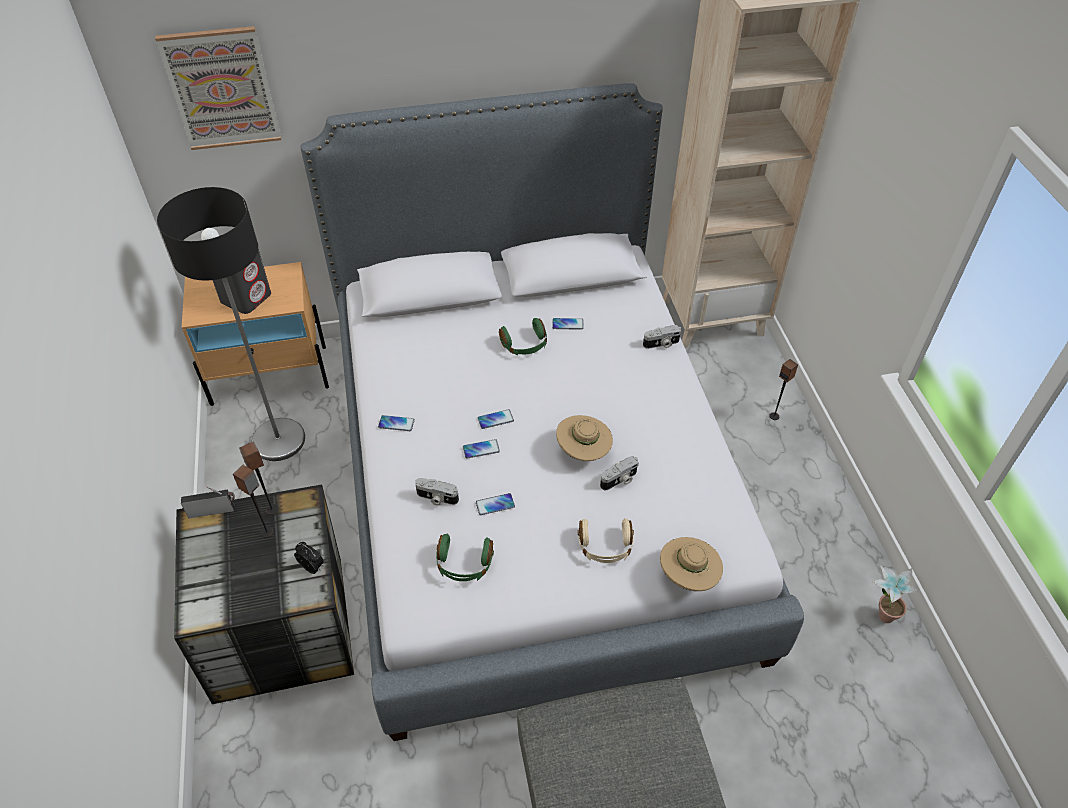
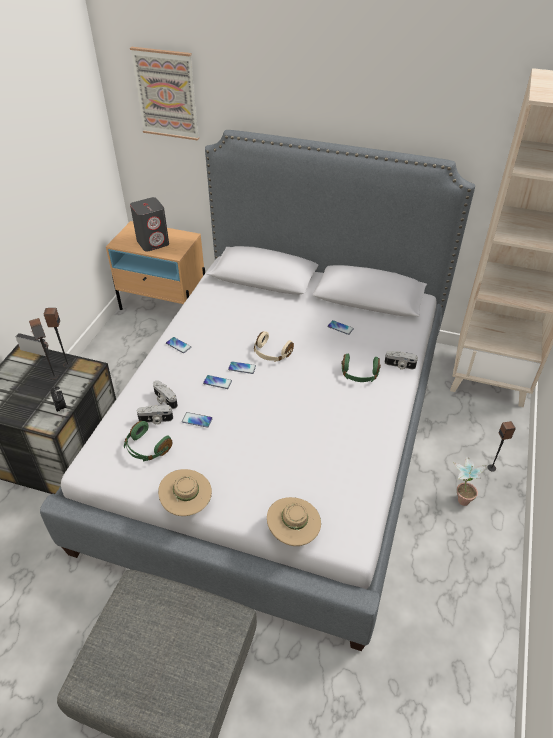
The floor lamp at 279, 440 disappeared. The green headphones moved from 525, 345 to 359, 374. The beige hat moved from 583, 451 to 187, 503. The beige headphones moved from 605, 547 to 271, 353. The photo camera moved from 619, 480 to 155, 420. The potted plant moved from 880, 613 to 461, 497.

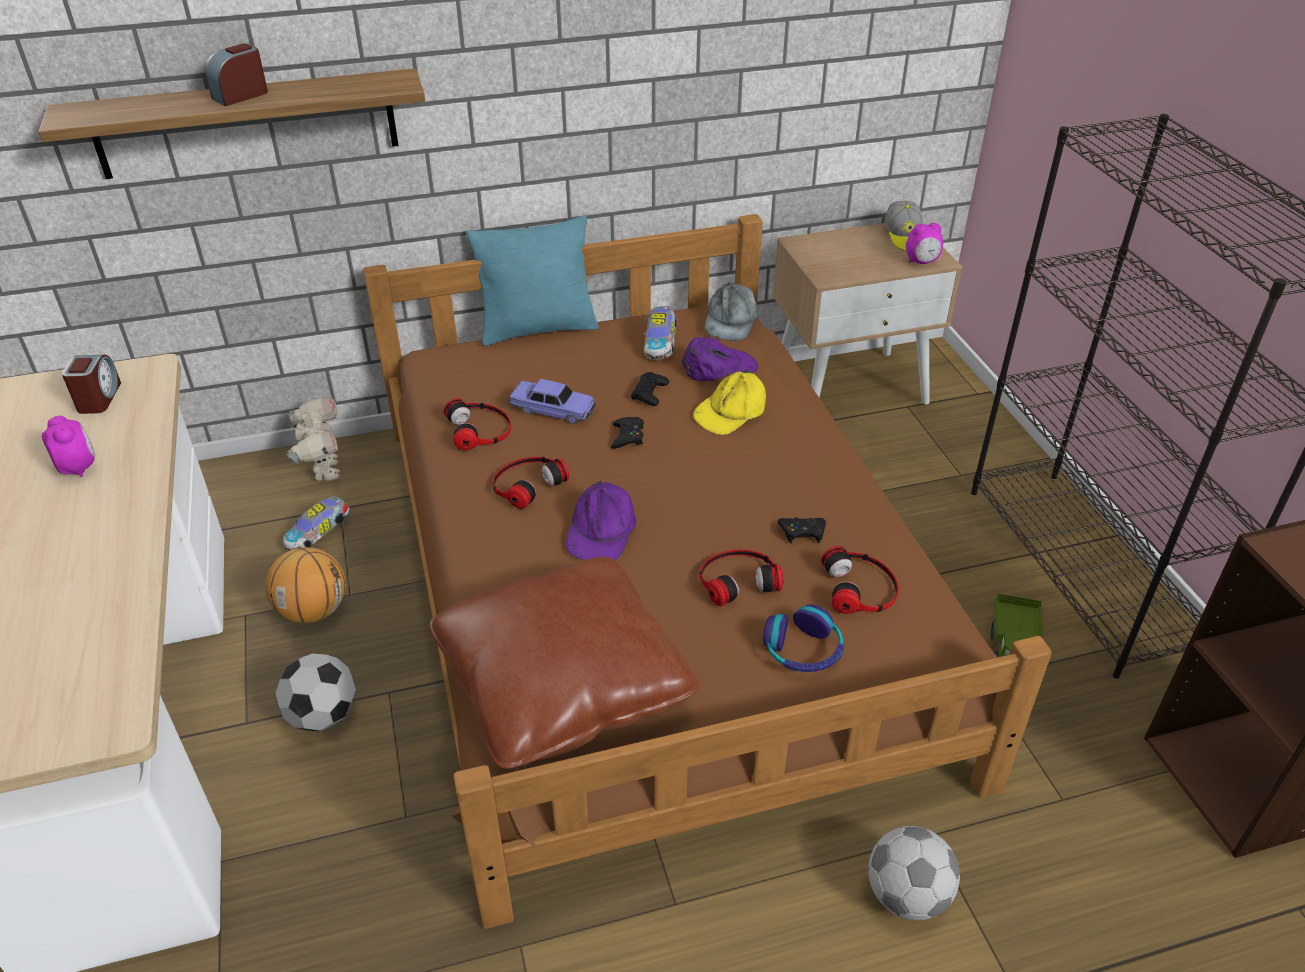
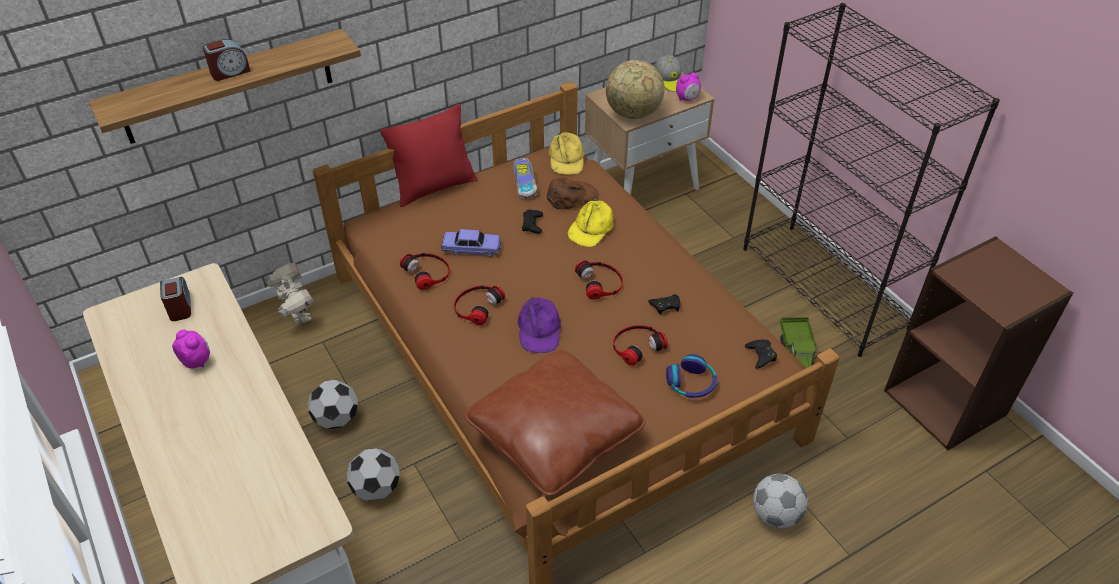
The alarm clock at 241, 95 turned 150 degrees counterclockwise. The basketball at 313, 611 was replaced by the football at 337, 419. The toy car at 319, 533 disappeared. The turquoise pillow at 538, 329 became the red pillow at 434, 187. The black game controller moved from 627, 436 to 761, 355. The purple cap at 719, 367 became the brown cap at 571, 196. The grey cap at 730, 321 became the yellow cap at 566, 159. The headphones moved from 860, 588 to 600, 282. The globe at 633, 114 appeared.

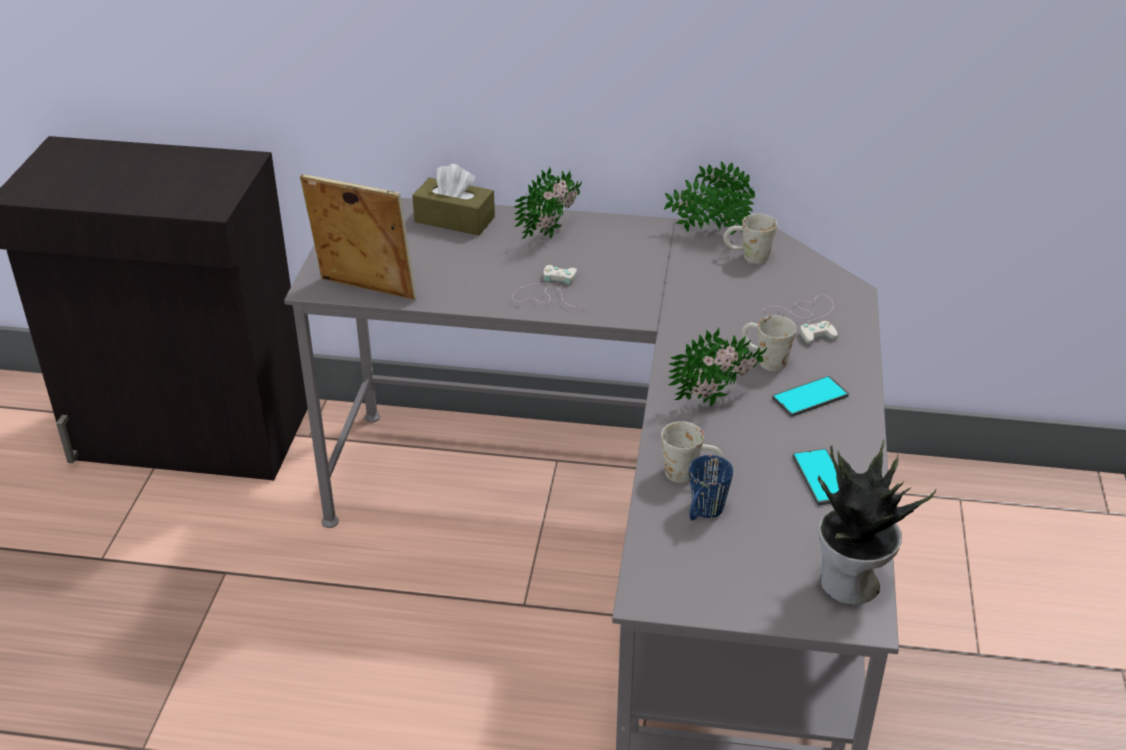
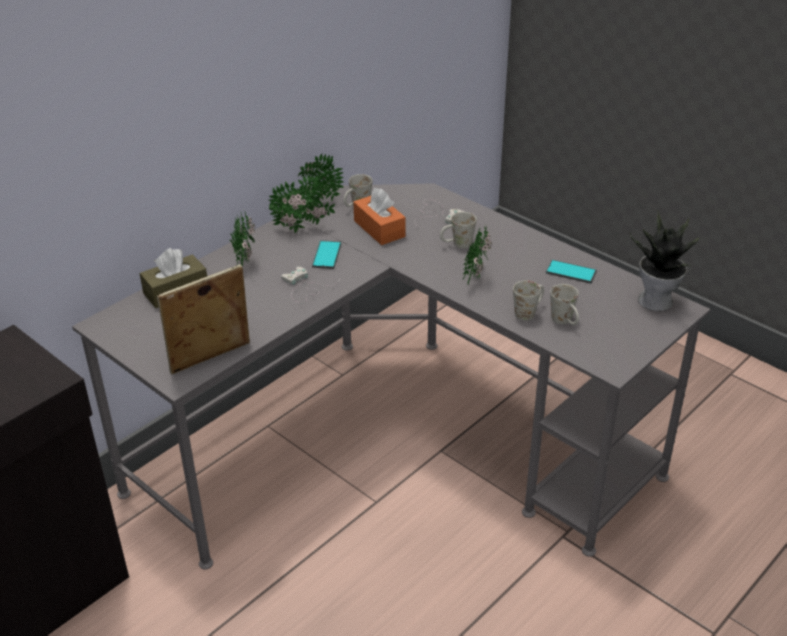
The blue mug at 703, 514 became the white mug at 565, 322. The phone moved from 810, 397 to 326, 255. The potted plant at 302, 230 appeared. The orange tissue box at 379, 229 appeared.

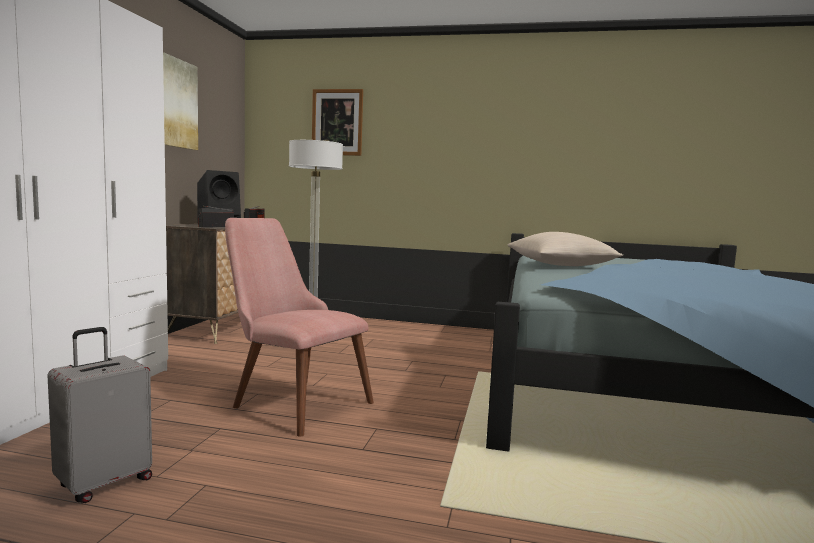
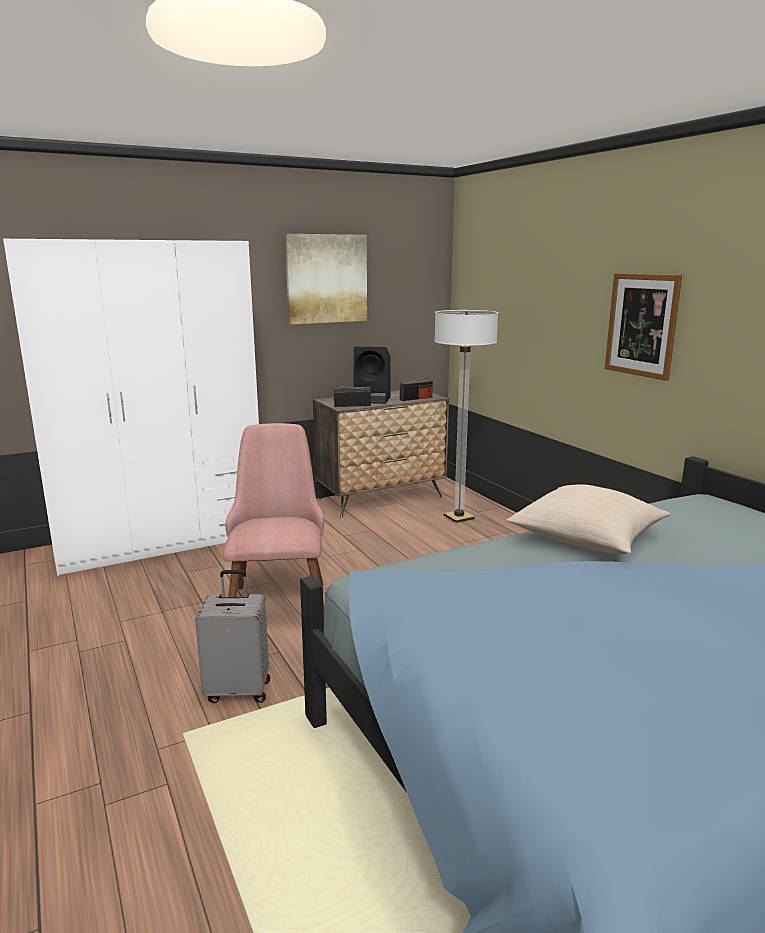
The grey suitcase moved from 104, 483 to 238, 690. The picture moved from 337, 122 to 642, 325.

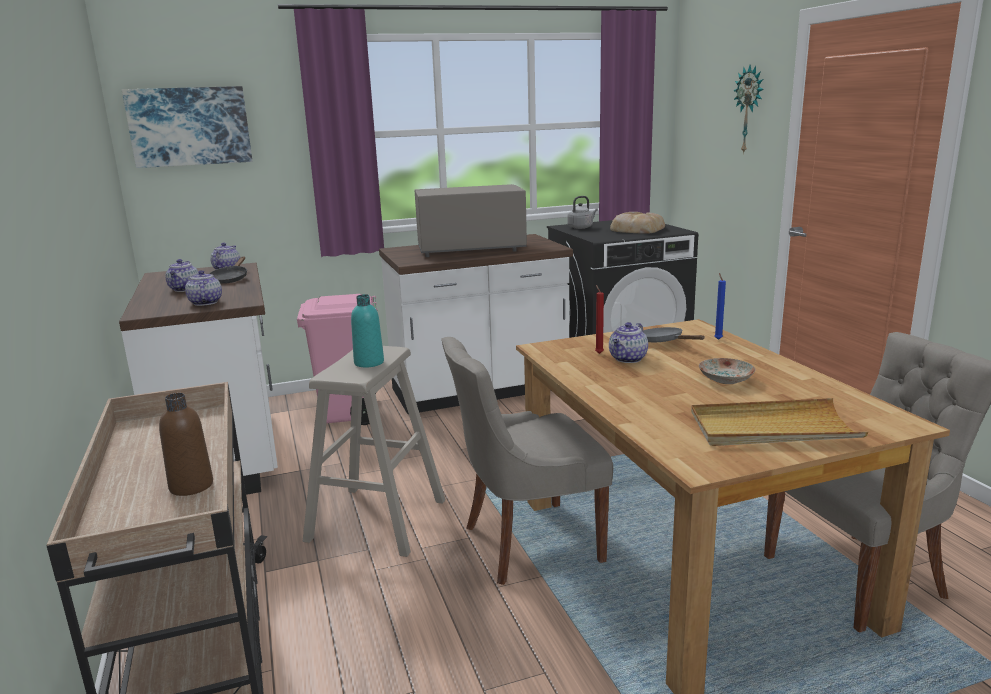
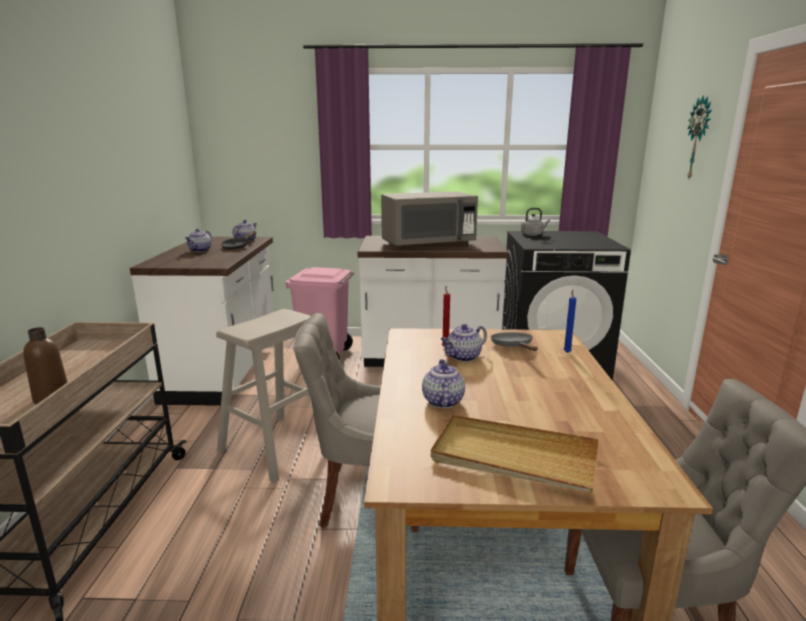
The picture at 189, 126 disappeared. The teapot moved from 205, 302 to 442, 401. The turquoise bottle at 369, 363 disappeared. The grey microwave at 471, 249 turned 150 degrees clockwise. The bread at 636, 229 disappeared. The plate at 725, 380 disappeared.

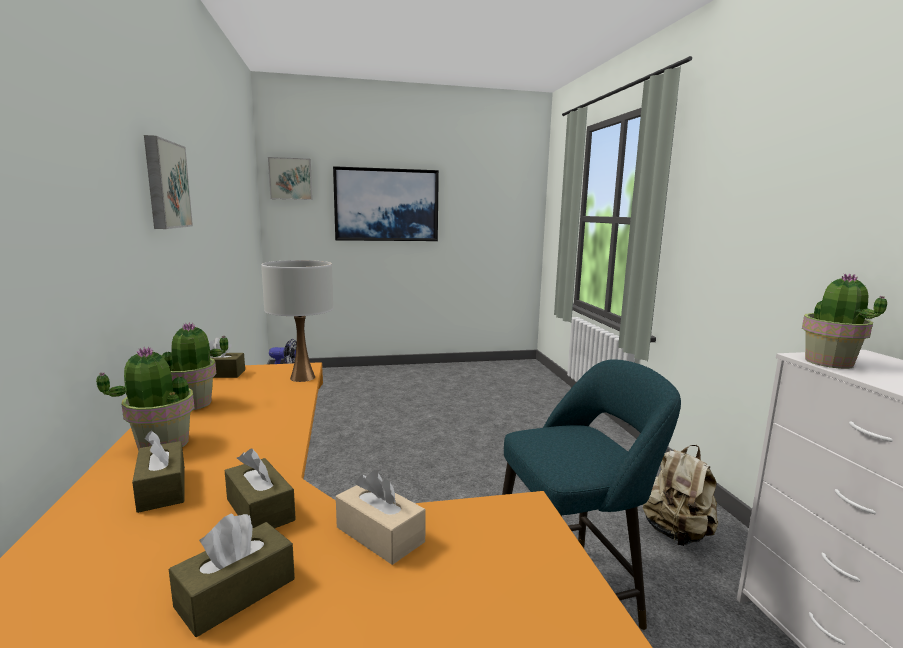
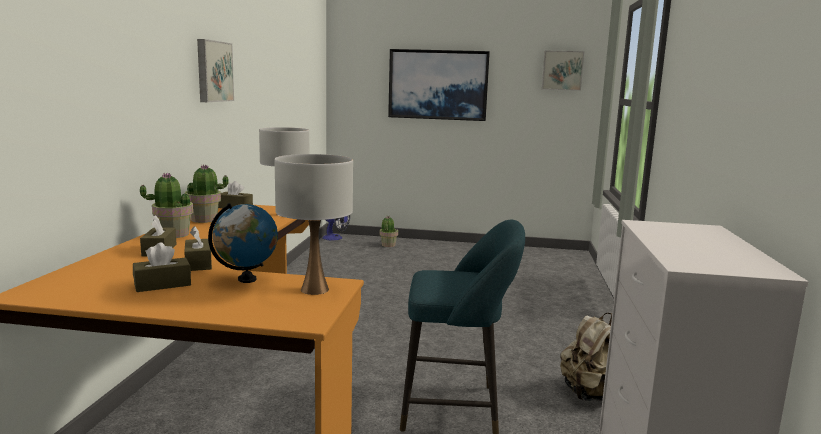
The picture moved from 290, 179 to 562, 70. The beige tissue box at 380, 534 was replaced by the globe at 247, 279. The potted plant moved from 829, 363 to 388, 245. The white table lamp at 315, 290 appeared.

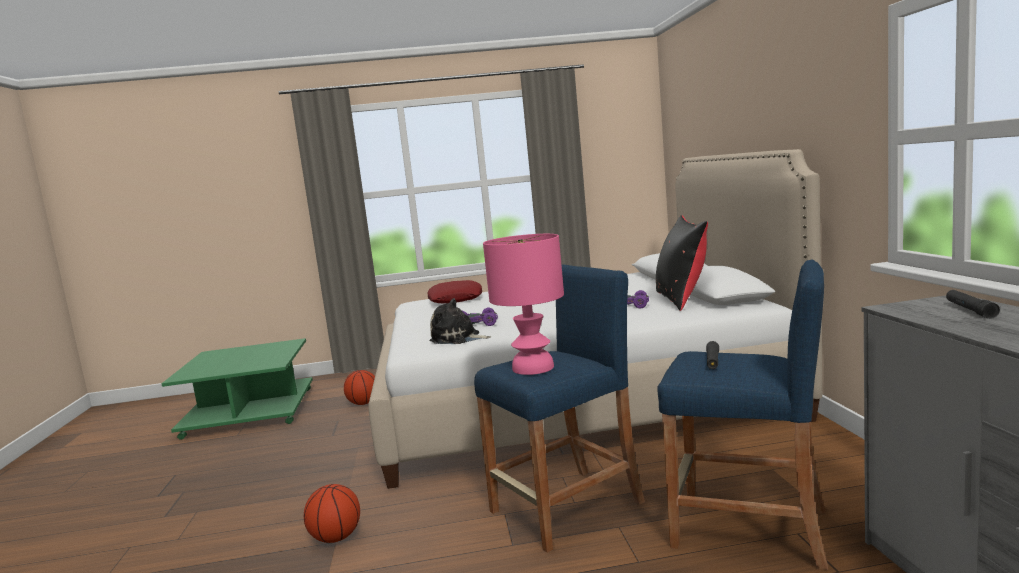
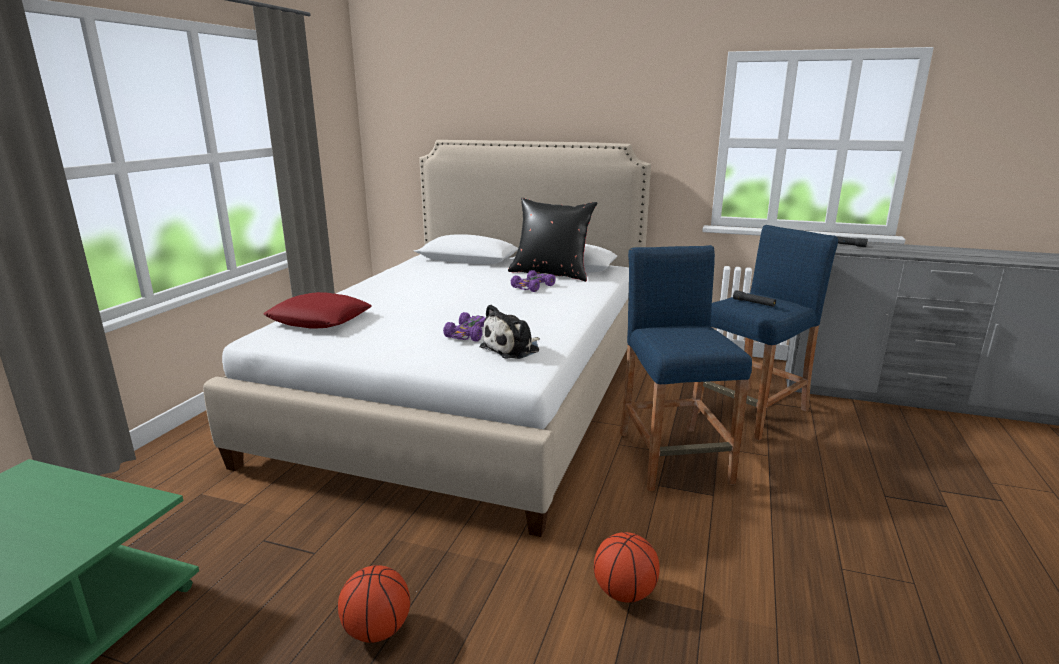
The basketball moved from 363, 403 to 377, 630. The pink table lamp at 534, 368 disappeared.

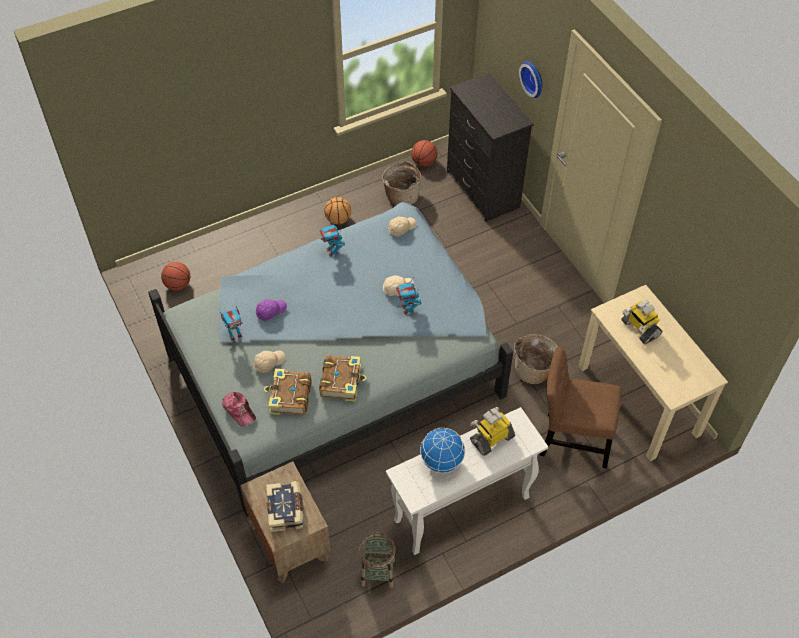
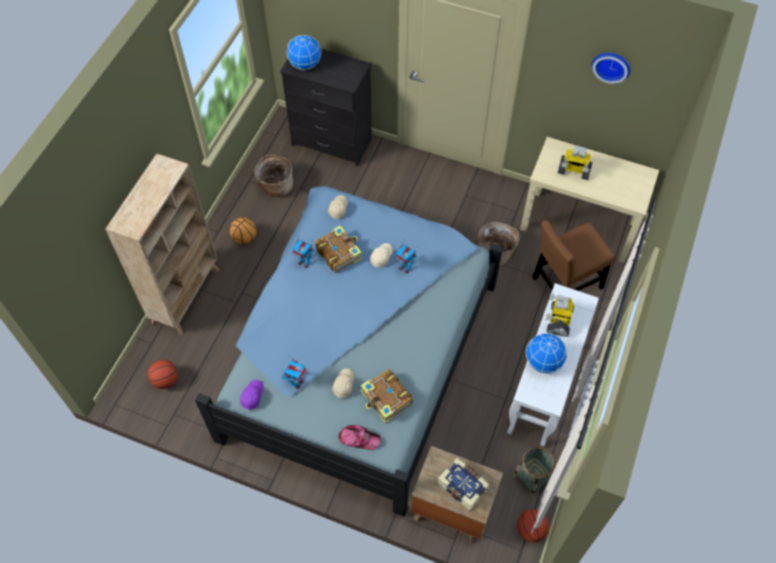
The purple cap moved from 270, 311 to 252, 396. The book moved from 342, 381 to 338, 252. The basketball moved from 424, 162 to 531, 530. The wall clock moved from 534, 78 to 611, 65. The beige bookcase at 186, 295 appeared. The globe at 305, 64 appeared.

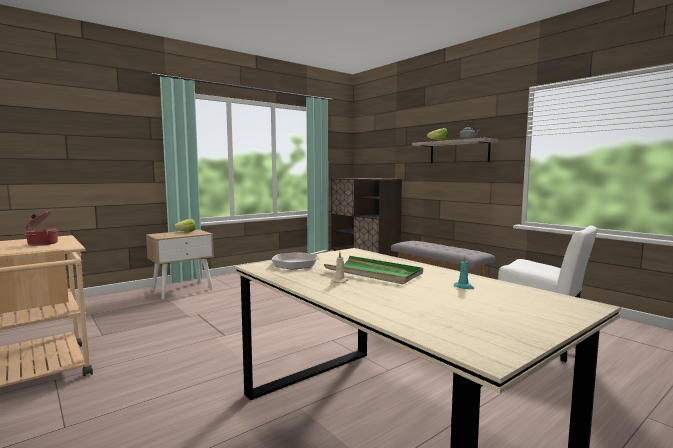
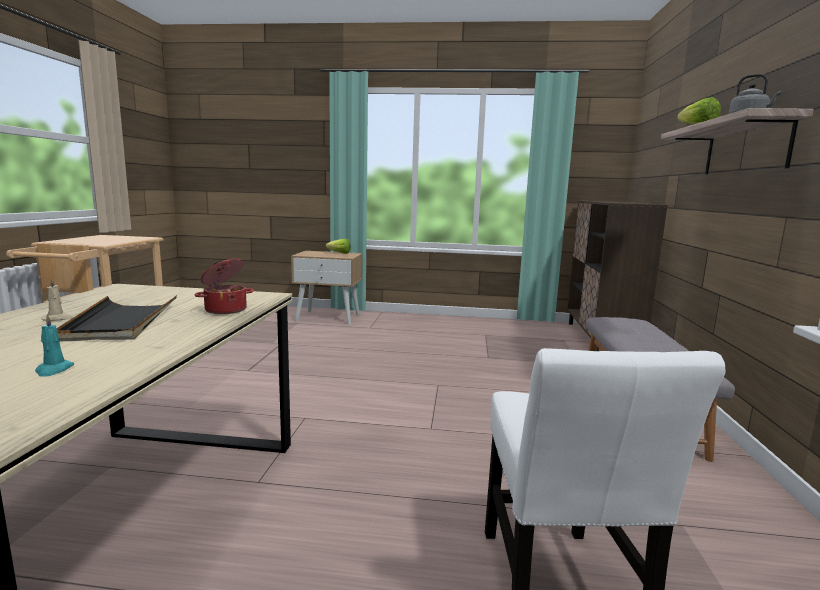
The cooking pot moved from 42, 243 to 225, 309. The frying pan at 298, 263 disappeared. The green tray at 374, 273 became the black tray at 121, 322.

